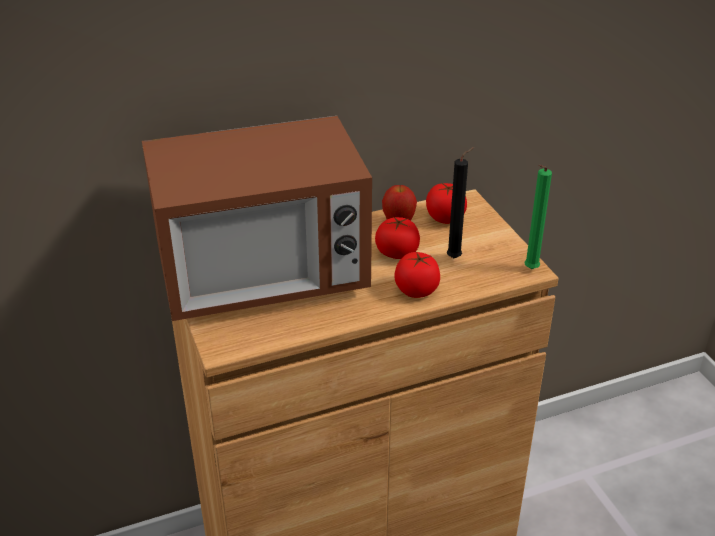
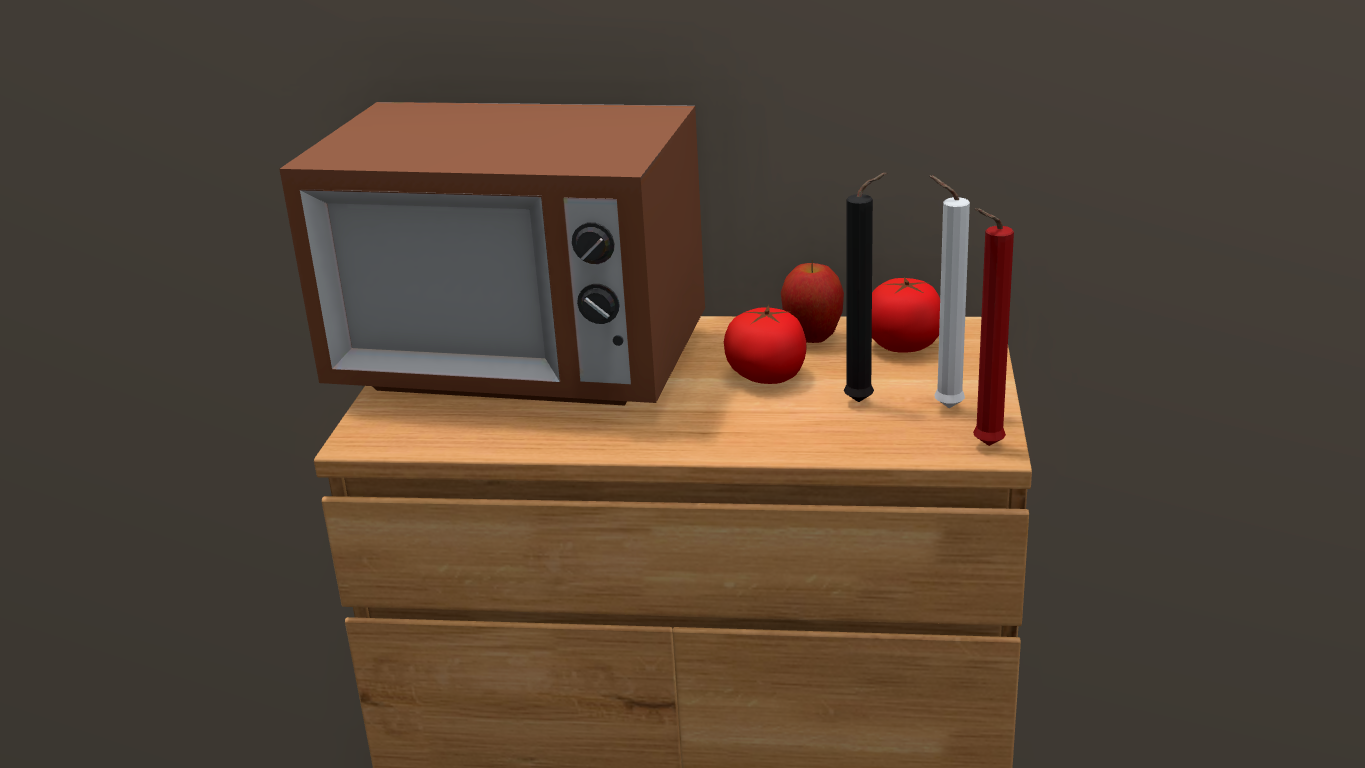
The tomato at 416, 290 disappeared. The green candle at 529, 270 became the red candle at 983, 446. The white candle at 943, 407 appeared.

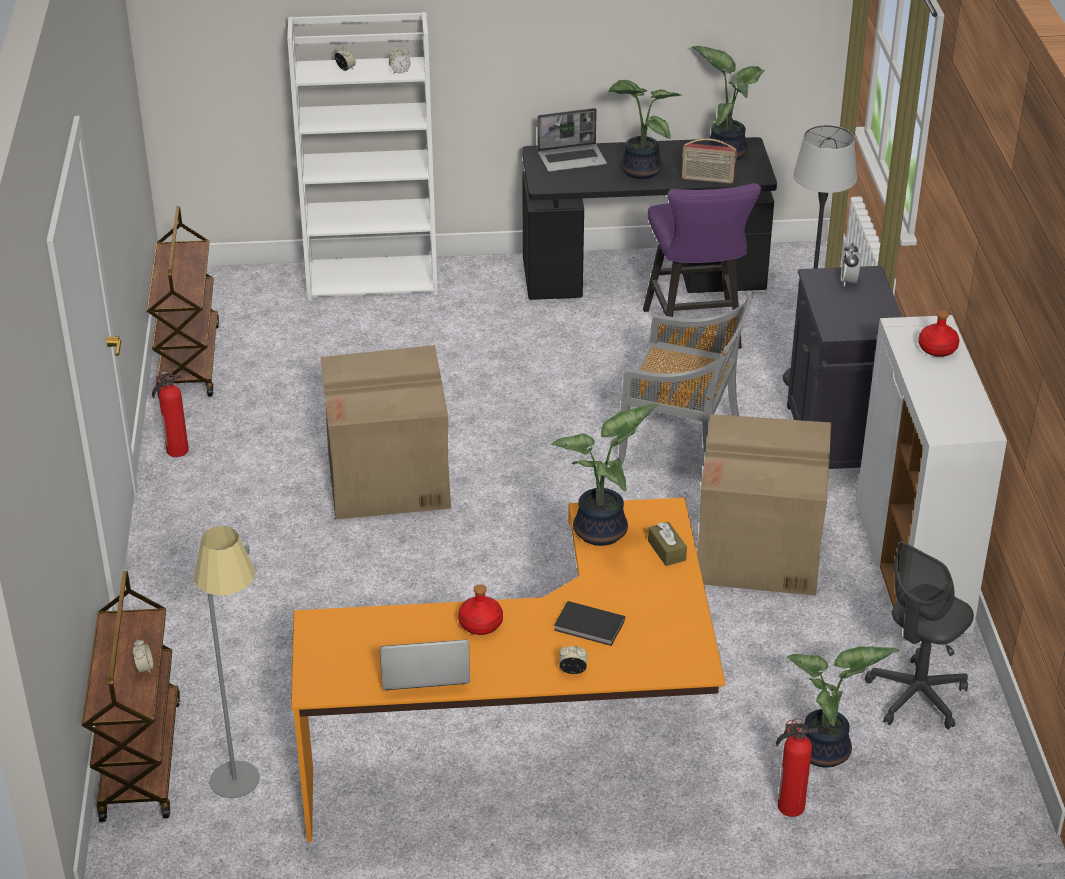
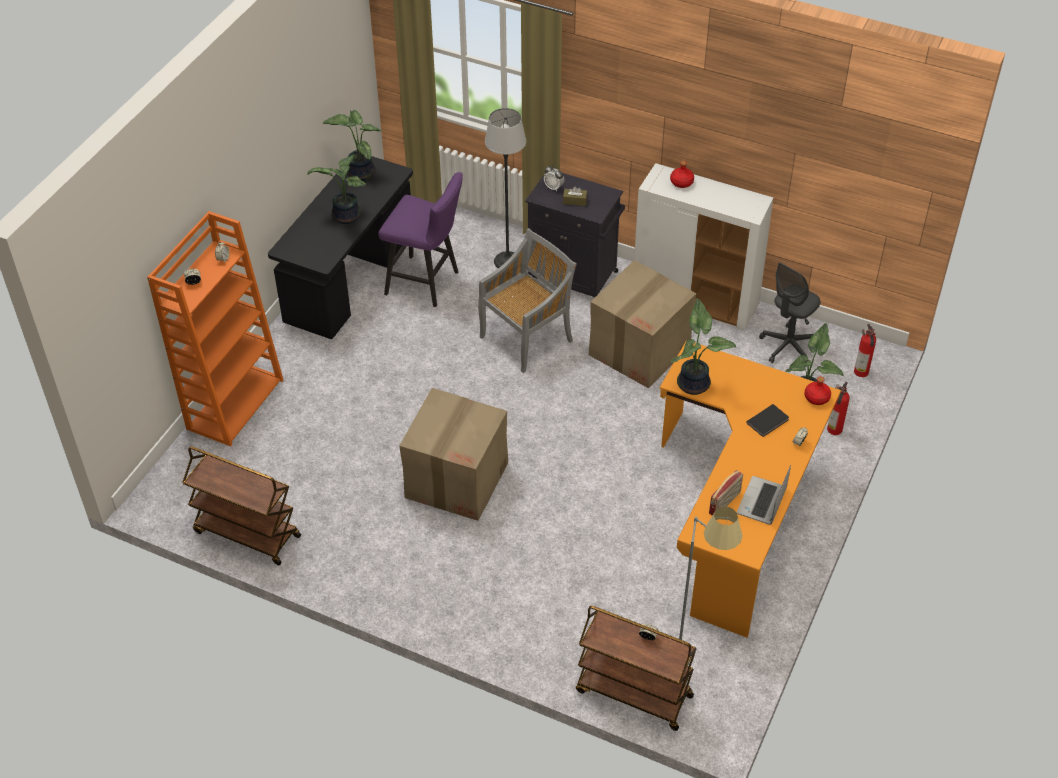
The fire extinguisher moved from 176, 451 to 861, 372. The white bookcase at 373, 278 became the orange bookcase at 235, 403. The red bottle moved from 481, 624 to 817, 398. The laptop at 572, 159 disappeared. The brown tissue box moved from 666, 550 to 574, 201. The radio moved from 707, 179 to 725, 503. The grey office chair at 916, 696 turned 60 degrees clockwise.

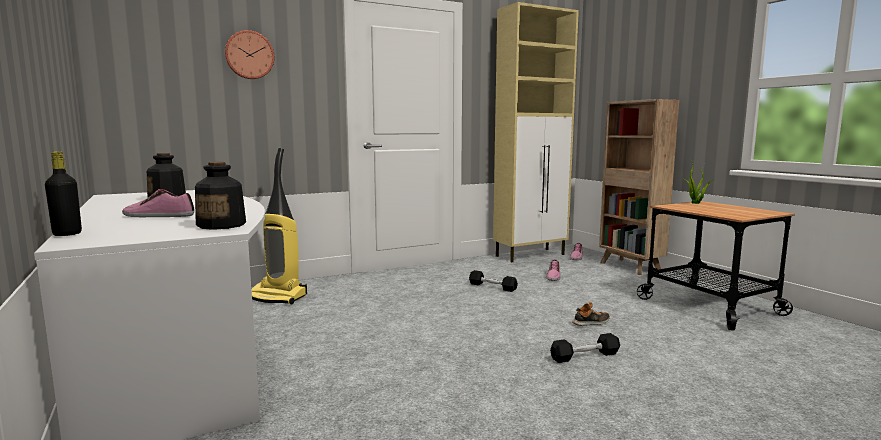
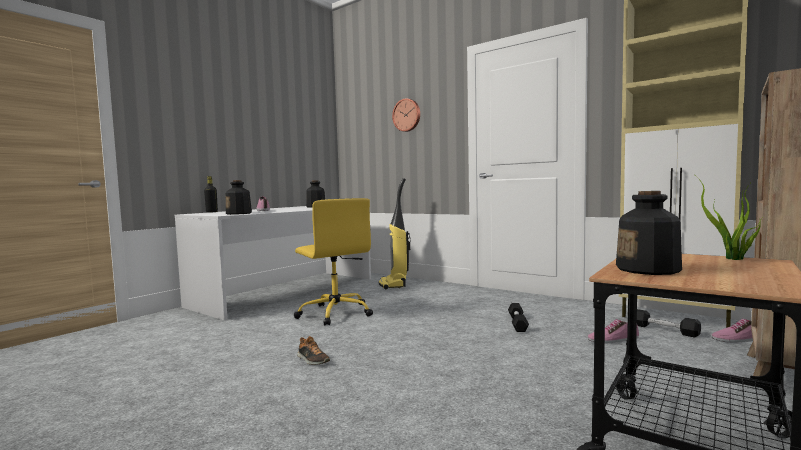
The black dumbbell moved from 584, 356 to 664, 330. The shoe moved from 591, 322 to 312, 360. The yellow office chair at 335, 313 appeared. The bottle at 648, 269 appeared.

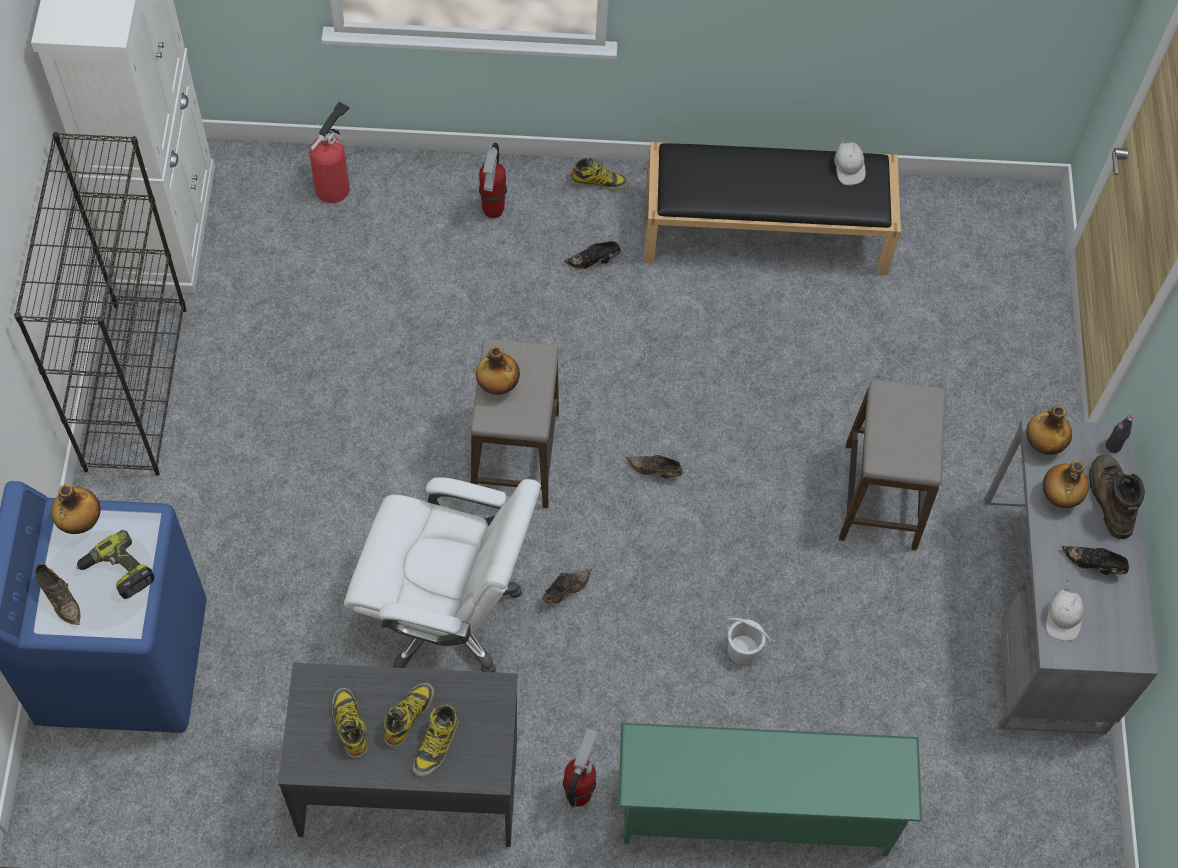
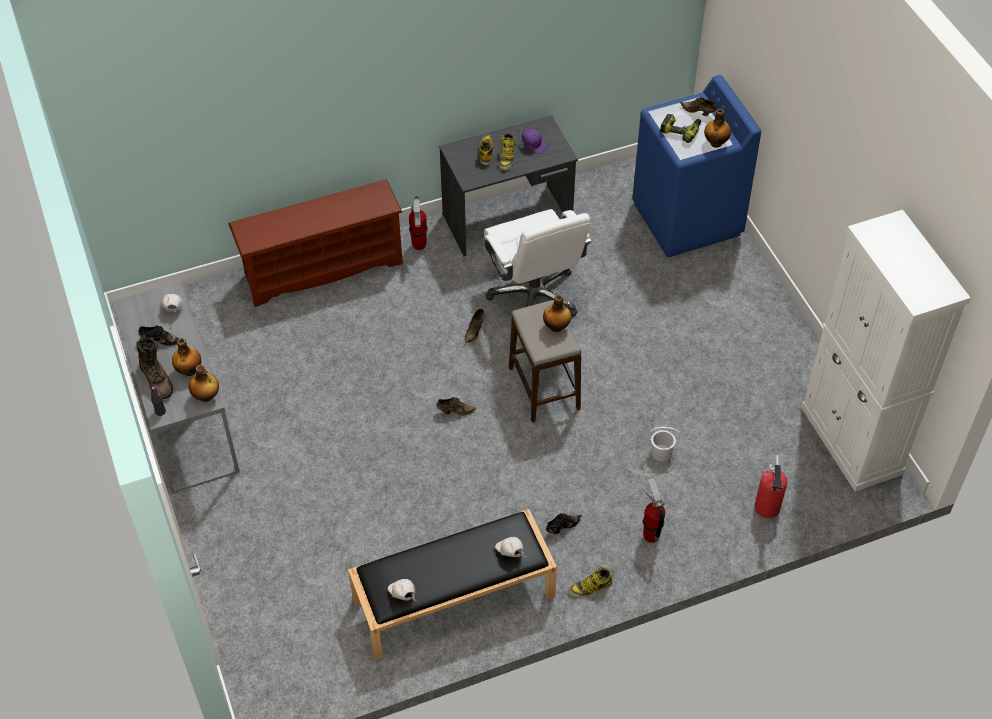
The black bookcase at 135, 387 disappeared. The boot at 349, 724 was replaced by the purple cap at 533, 145. The white office chair at 446, 615 turned 105 degrees counterclockwise. The green shoe rack at 754, 813 became the brown shoe rack at 323, 268. The white bucket moved from 743, 650 to 661, 452. The stool at 880, 496 disappeared. The white cap at 510, 552 appeared.

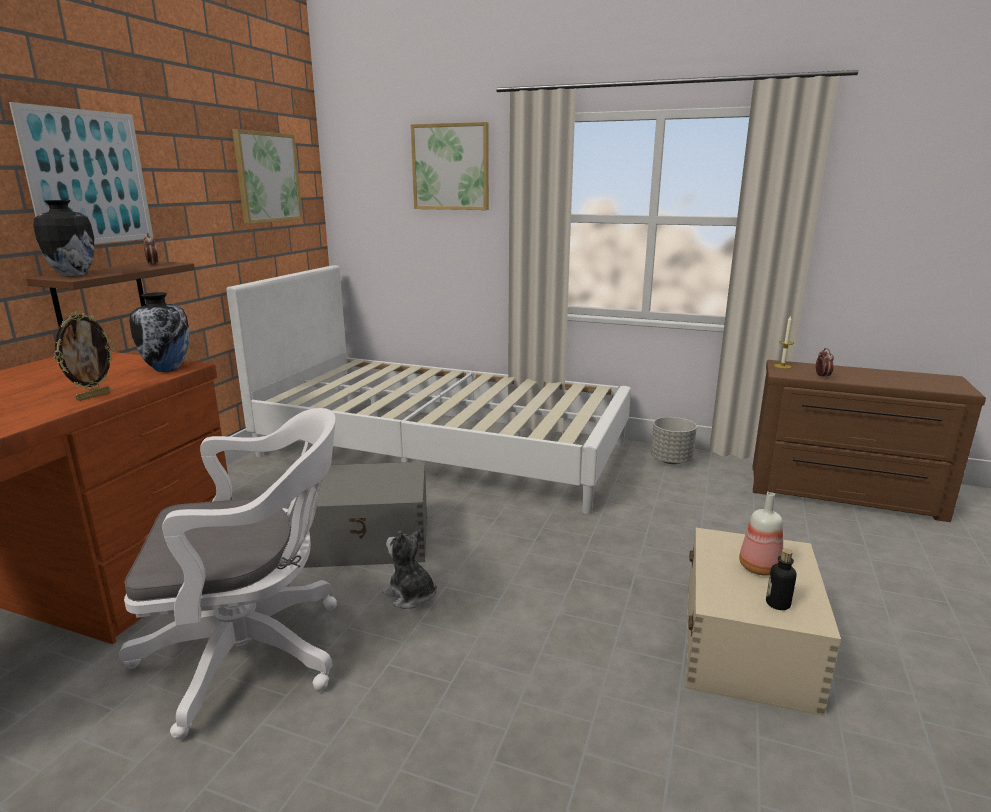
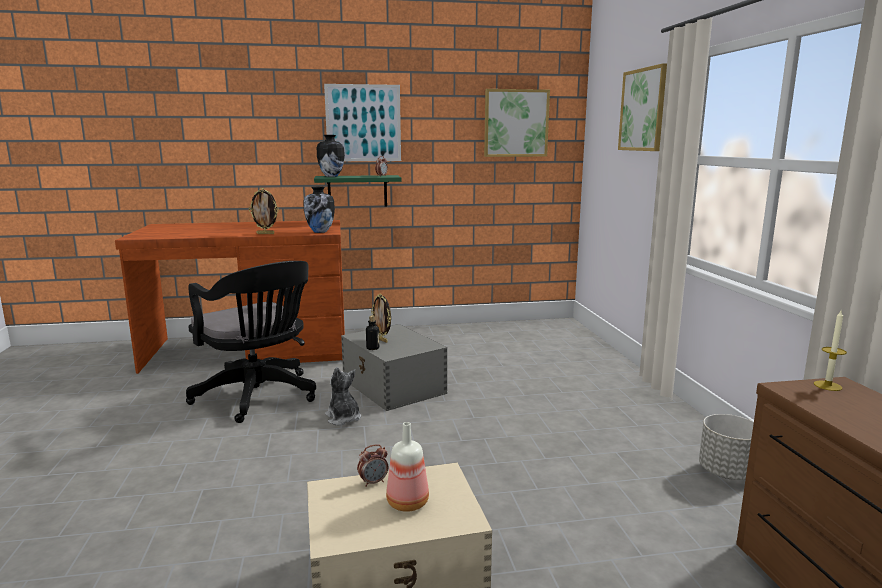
The brown shelf at 100, 295 became the green shelf at 357, 191. The white office chair at 255, 652 became the black office chair at 259, 397. The white bed at 442, 449 disappeared. The plush toy at 410, 595 turned 45 degrees counterclockwise. The bottle moved from 778, 604 to 372, 348. The alarm clock moved from 822, 377 to 373, 482. The picture frame at 382, 340 appeared.

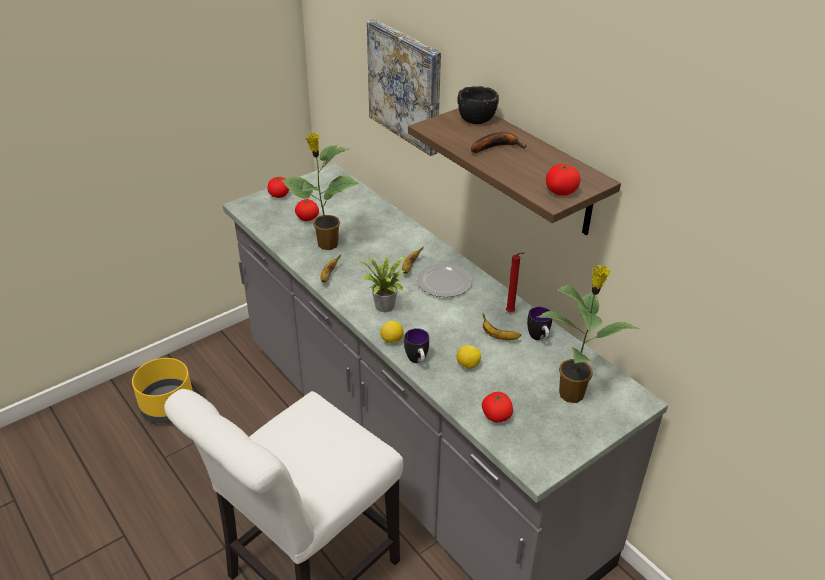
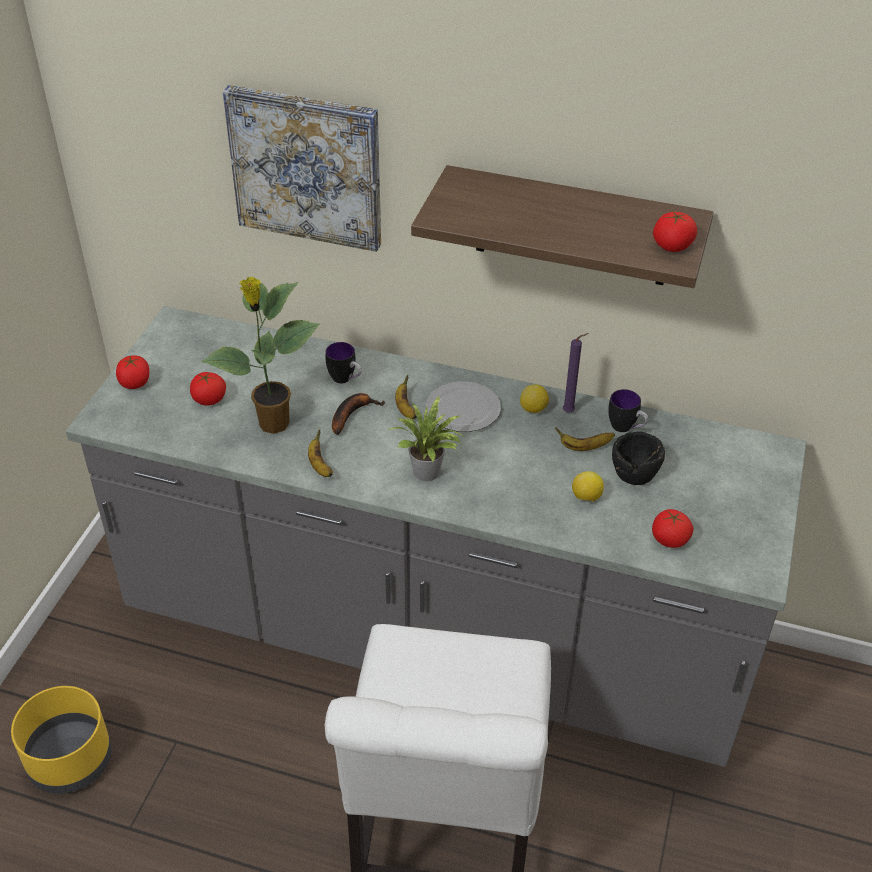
The lemon moved from 392, 340 to 533, 409. The mug moved from 417, 361 to 346, 380. The black bowl moved from 476, 119 to 635, 473. The banana moved from 496, 147 to 352, 414. The red candle at 511, 313 became the purple candle at 570, 412. The potted plant at 572, 393 disappeared.

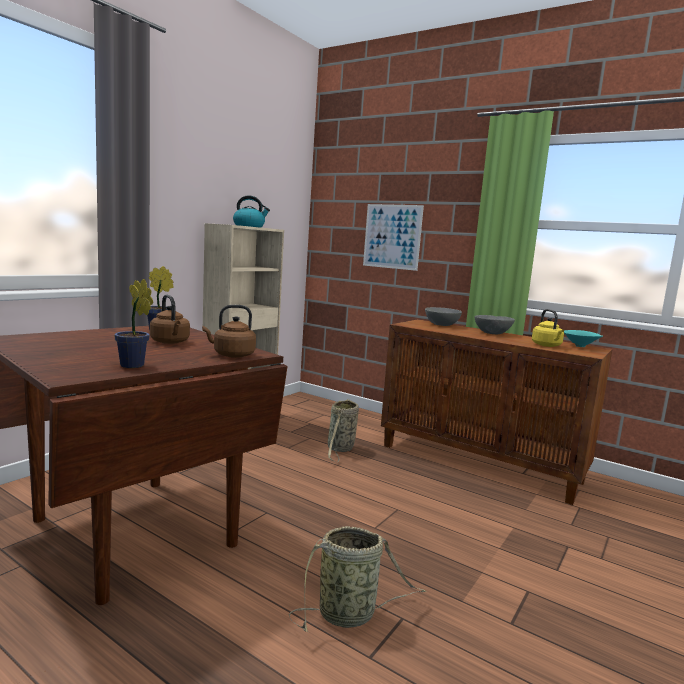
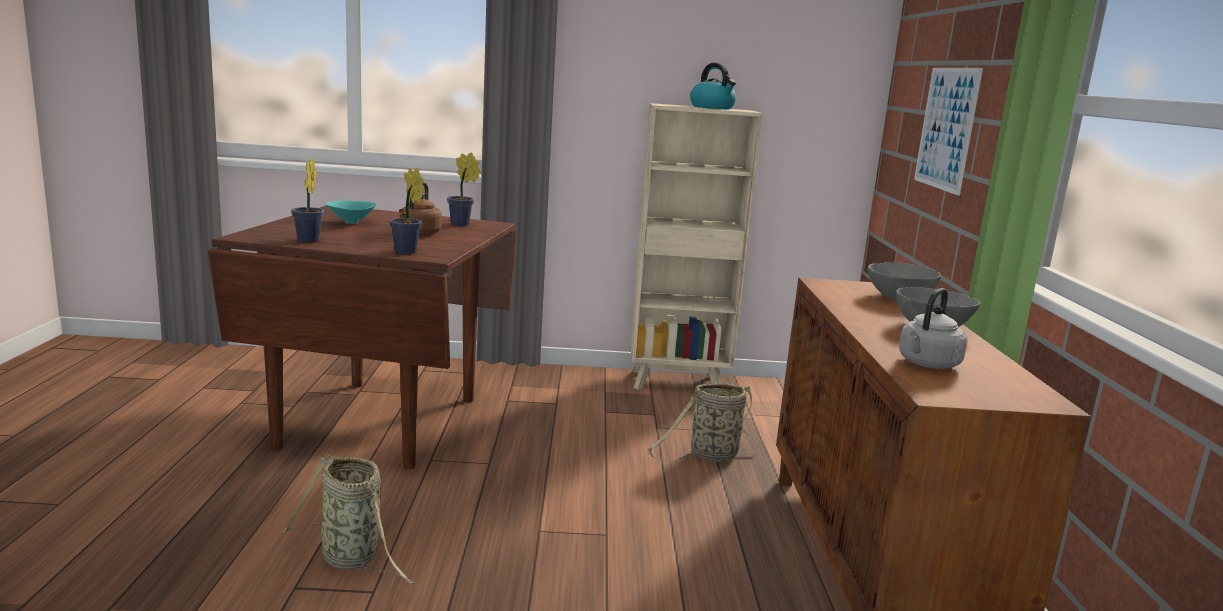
The brown kettle at 231, 355 was replaced by the potted plant at 407, 252. The yellow kettle at 547, 345 became the grey kettle at 927, 364. The turquoise bowl moved from 581, 346 to 351, 223.

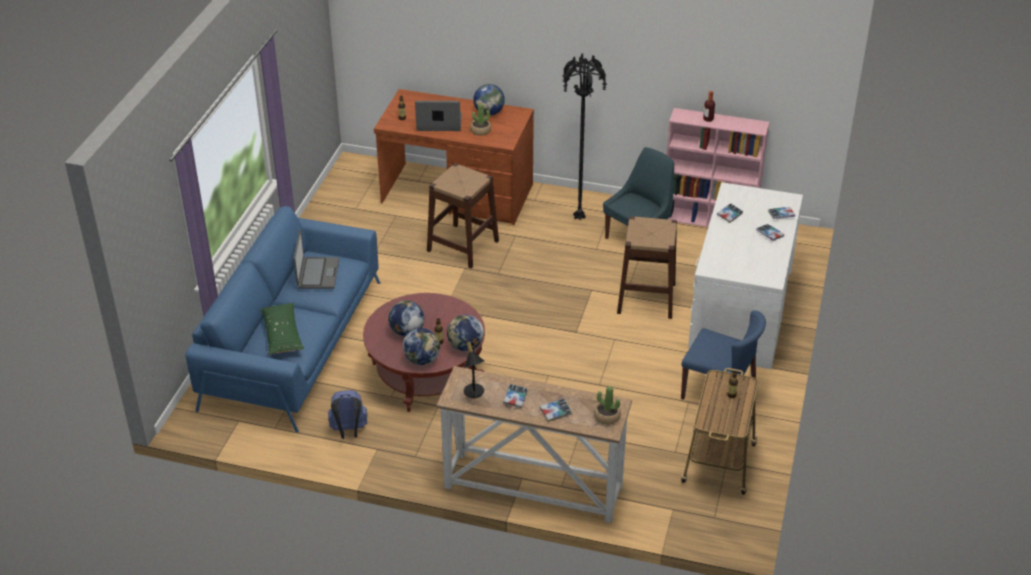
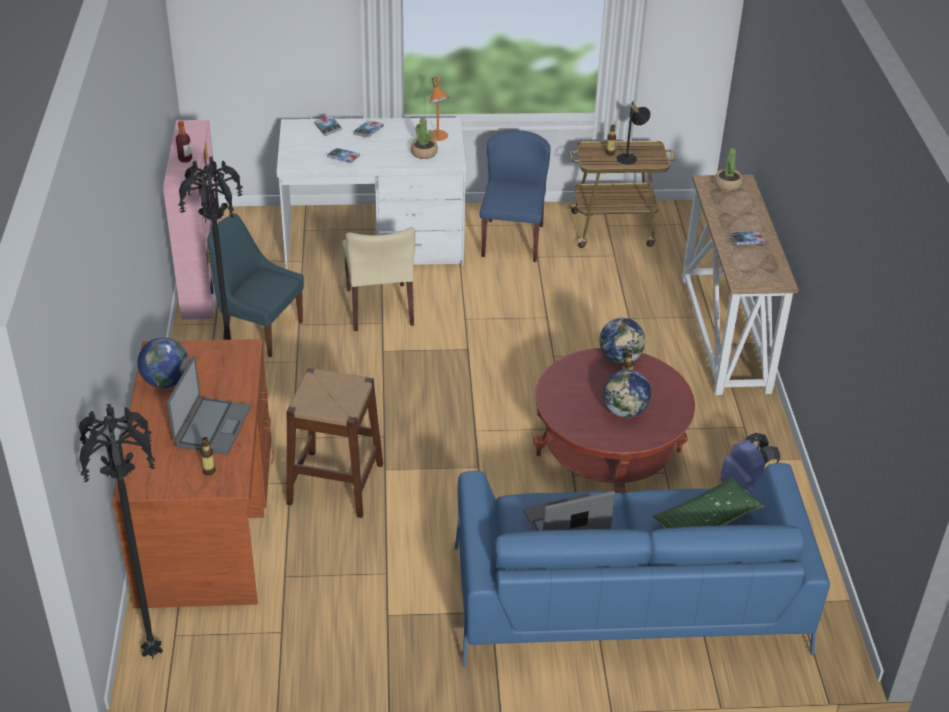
The globe at 422, 359 disappeared. The laptop at 439, 123 turned 150 degrees counterclockwise. The black table lamp moved from 474, 394 to 630, 158. The potted plant moved from 480, 130 to 424, 153. The book at 555, 412 disappeared. The brown stool at 646, 298 was replaced by the beige chair at 379, 307. The black floor lamp at 154, 652 appeared. The orange table lamp at 438, 137 appeared.

